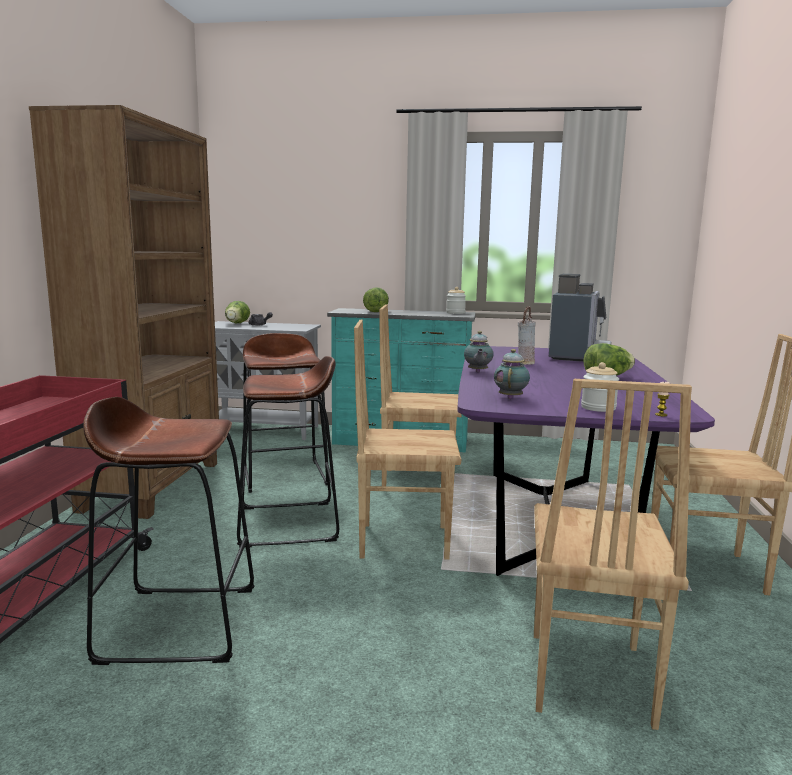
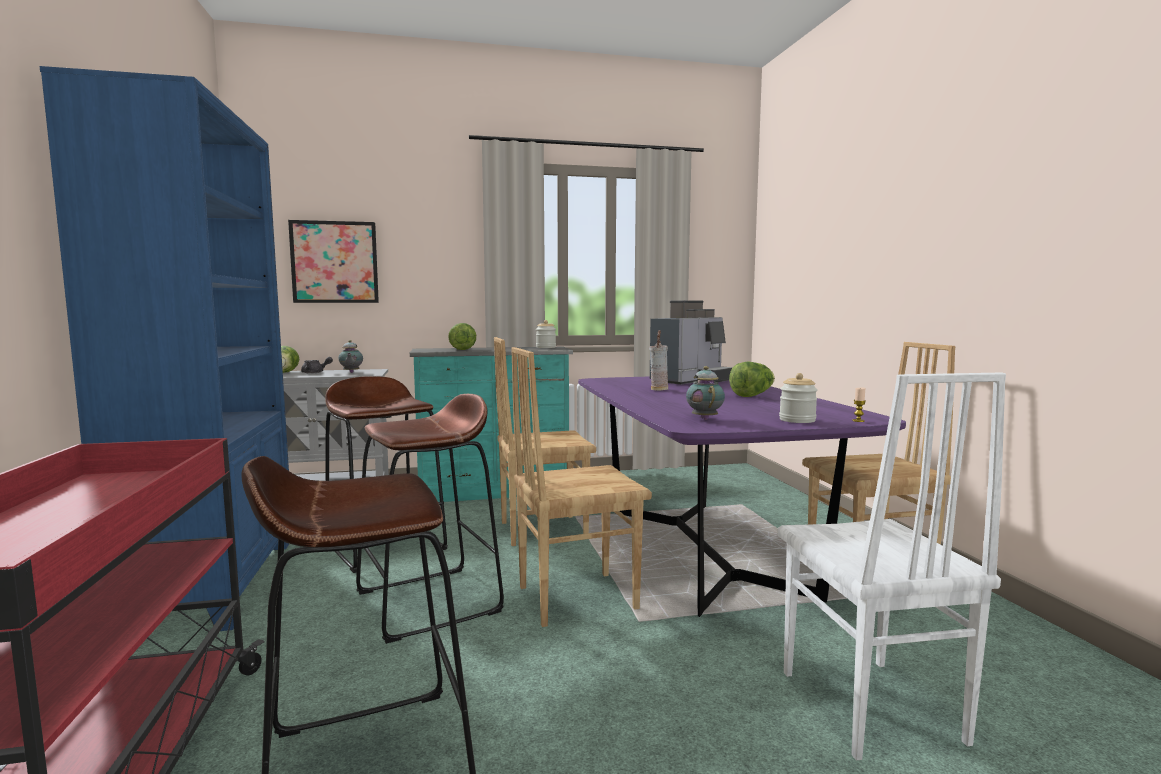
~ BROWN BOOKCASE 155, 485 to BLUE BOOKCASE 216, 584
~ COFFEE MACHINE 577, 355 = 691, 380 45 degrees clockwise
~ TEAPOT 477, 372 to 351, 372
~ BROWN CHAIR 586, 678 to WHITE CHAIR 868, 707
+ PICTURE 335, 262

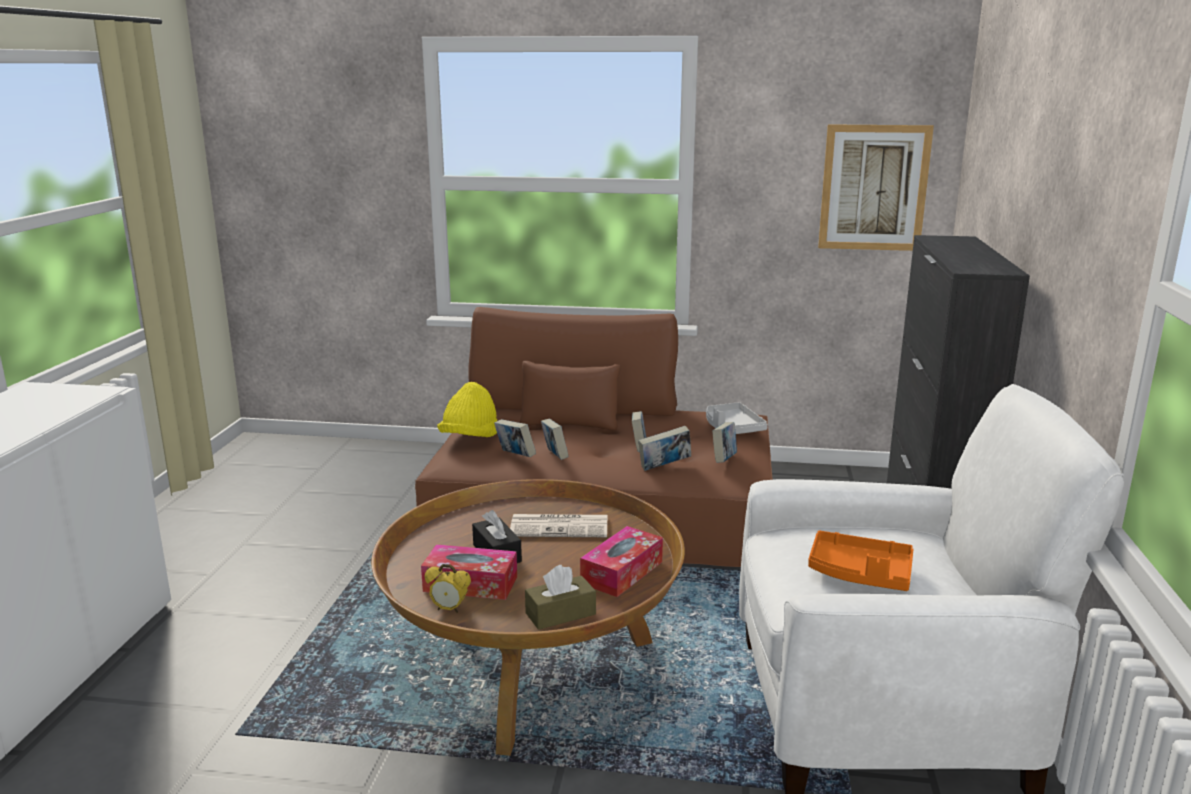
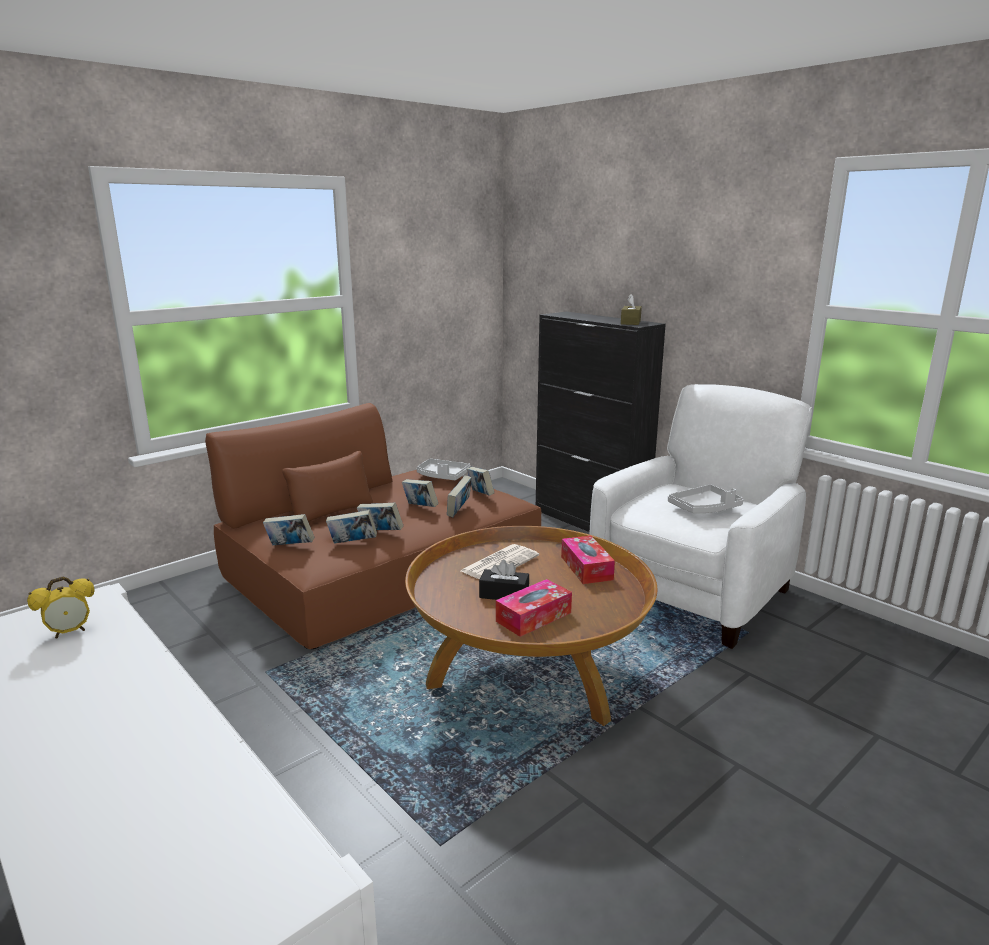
- PICTURE 873, 188
~ YELLOW HAT 470, 439 to BOOK 290, 546
~ ORANGE TRAY 860, 574 to GREY TRAY 704, 508
~ ALARM CLOCK 449, 609 to 69, 632
~ BROWN TISSUE BOX 560, 614 to 630, 322

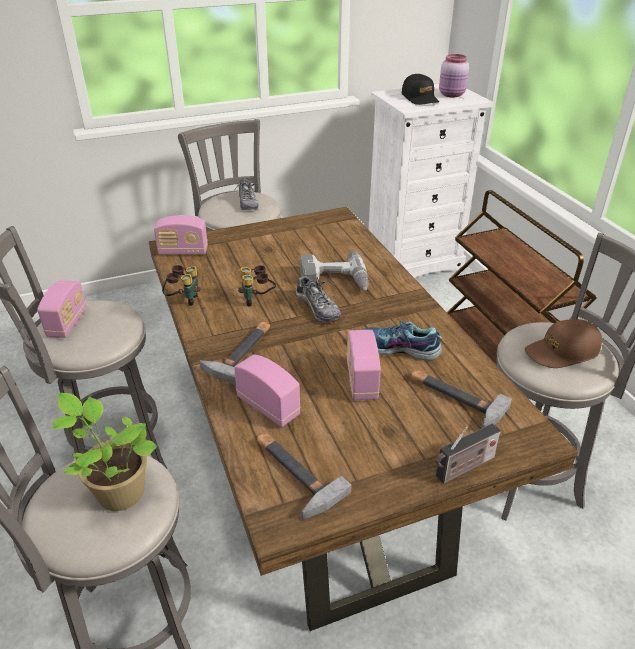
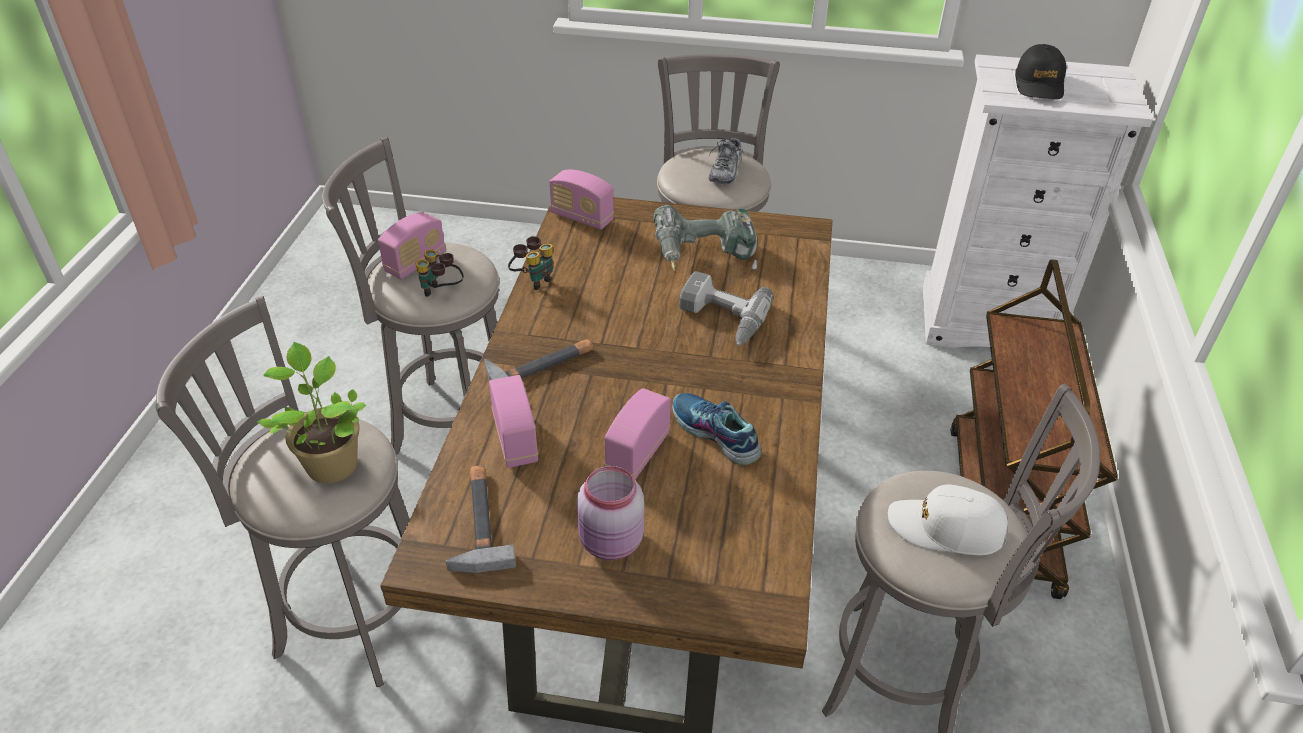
~ PINK JAR 452, 95 to 611, 543
~ BINOCULARS 258, 300 to 442, 293
- SHOE 318, 308
~ BROWN CAP 562, 352 to WHITE CAP 945, 528
- HAMMER 454, 399
- RADIO 463, 468
+ POWER DRILL 704, 258

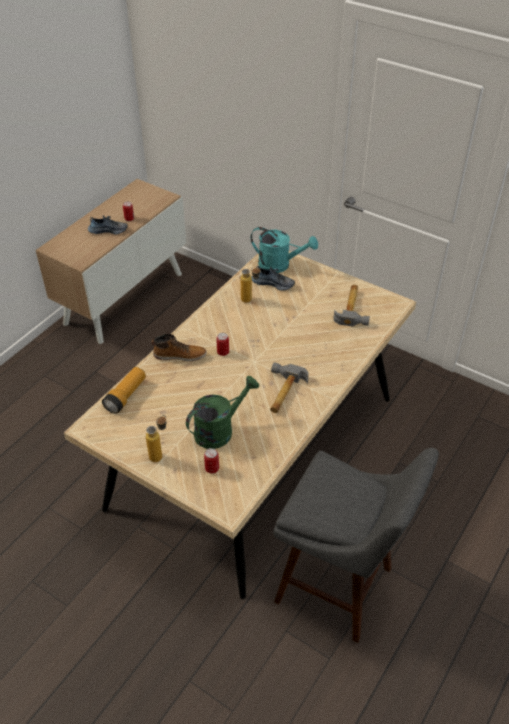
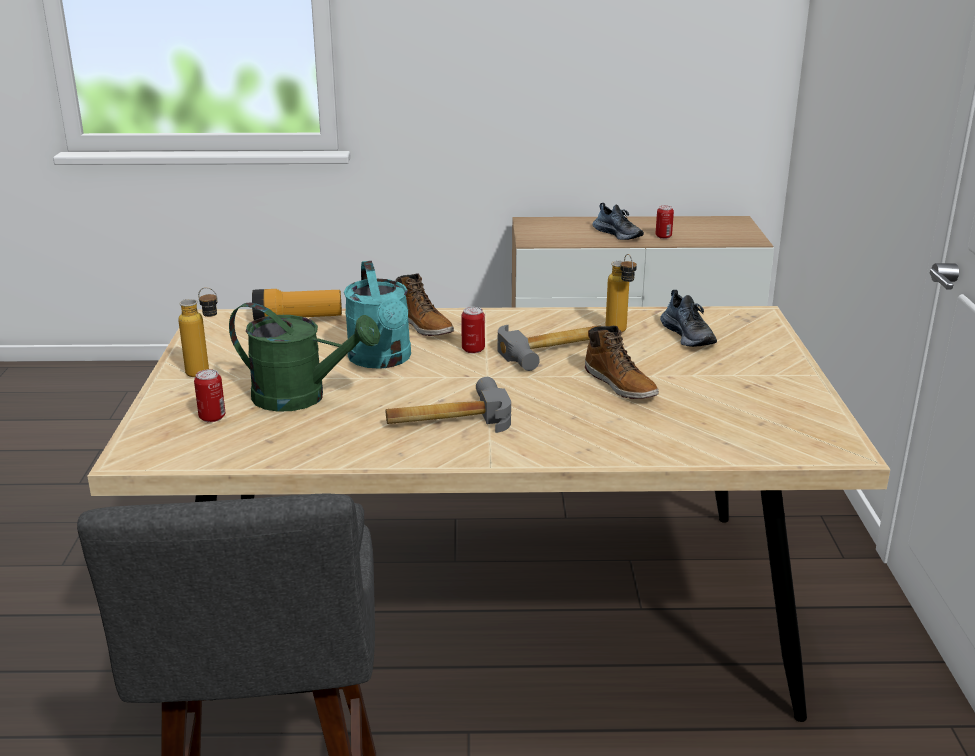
~ TURQUOISE WATERING CAN 280, 265 to 382, 360
~ HAMMER 353, 308 to 554, 351
+ BOOT 621, 384

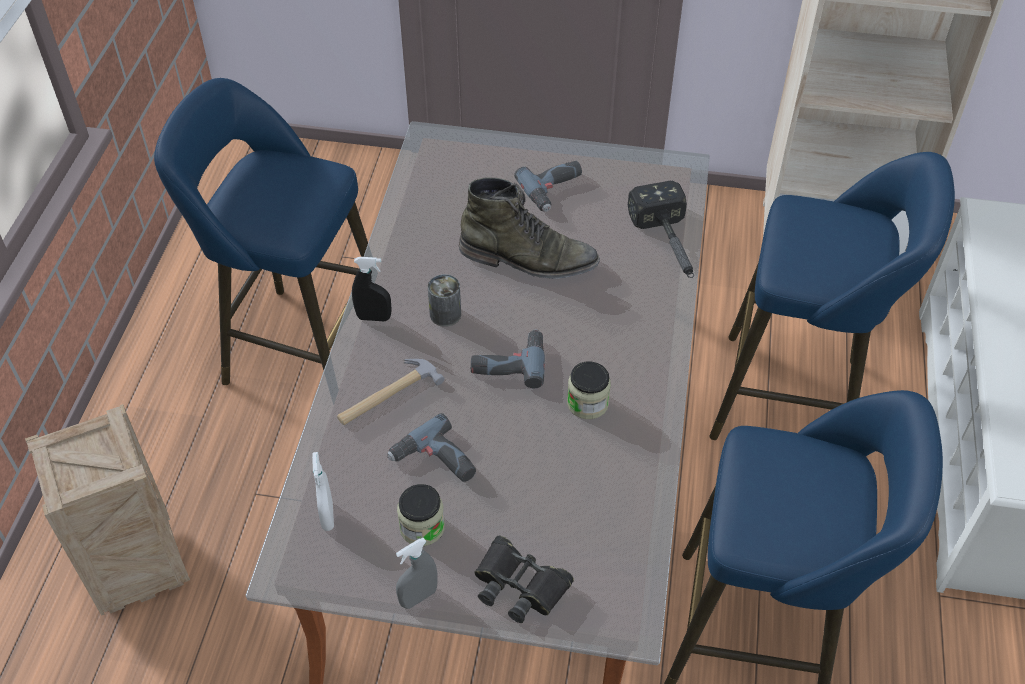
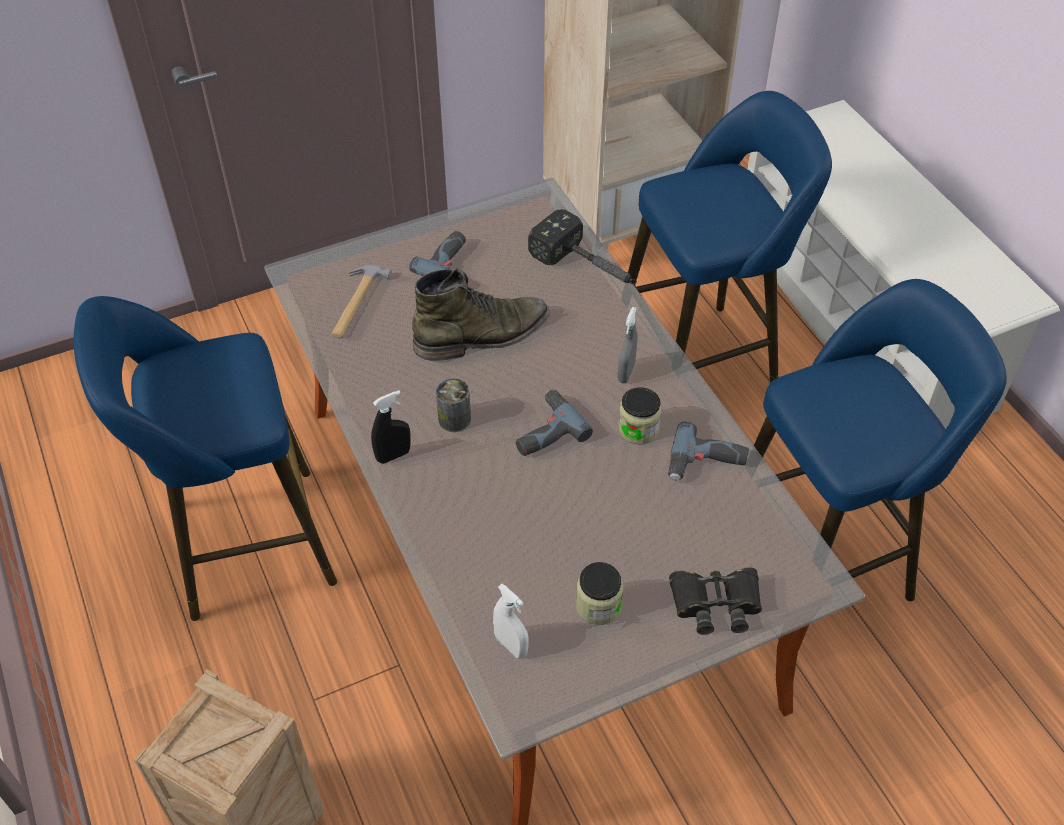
~ HAMMER 387, 395 to 355, 303
~ POWER DRILL 434, 463 to 706, 465
~ GREY SPRAY BOTTLE 418, 597 to 626, 373

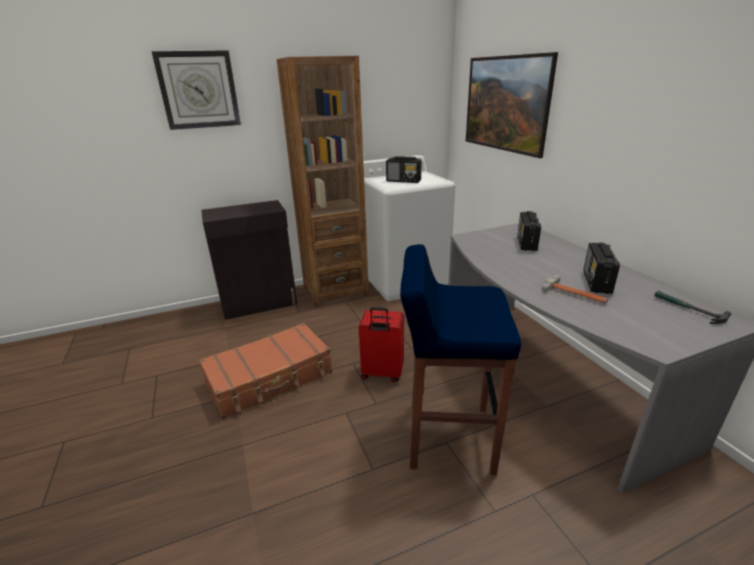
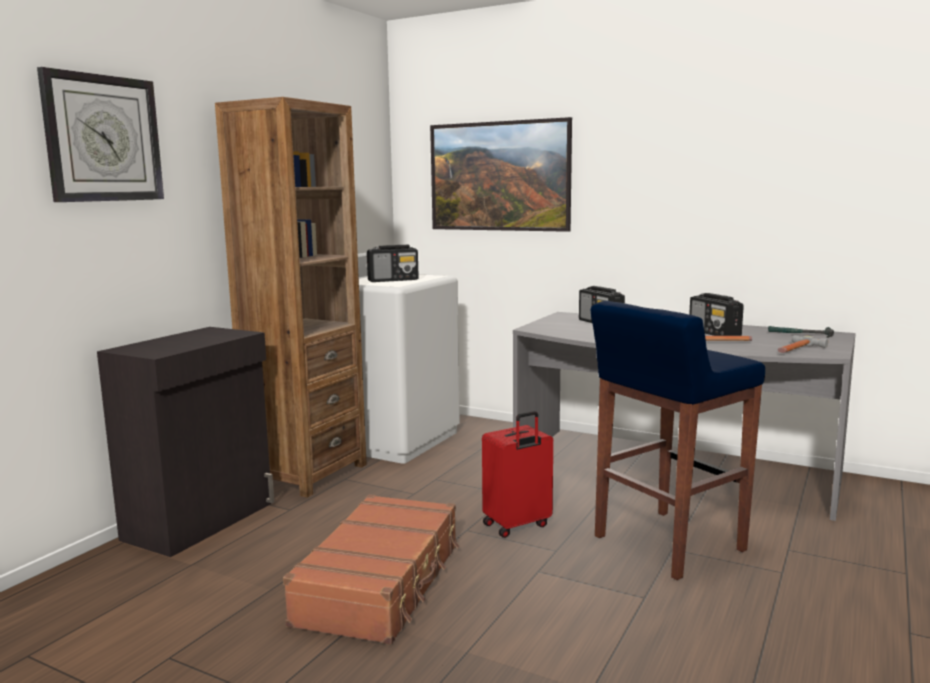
+ HAMMER 796, 350

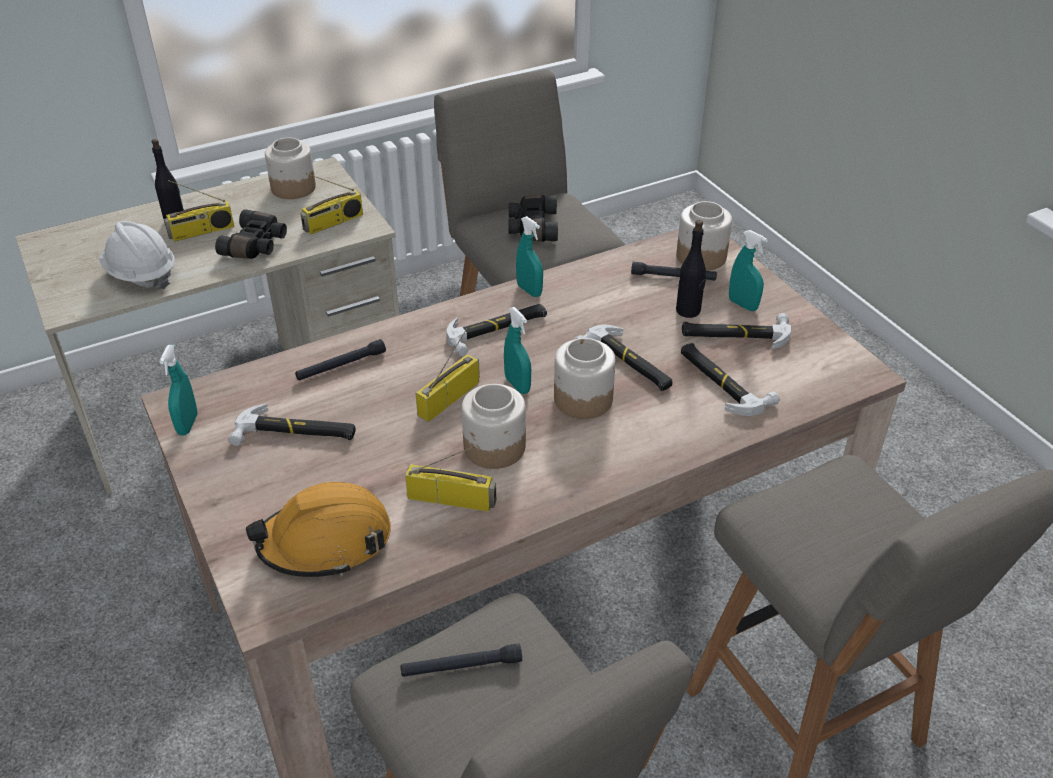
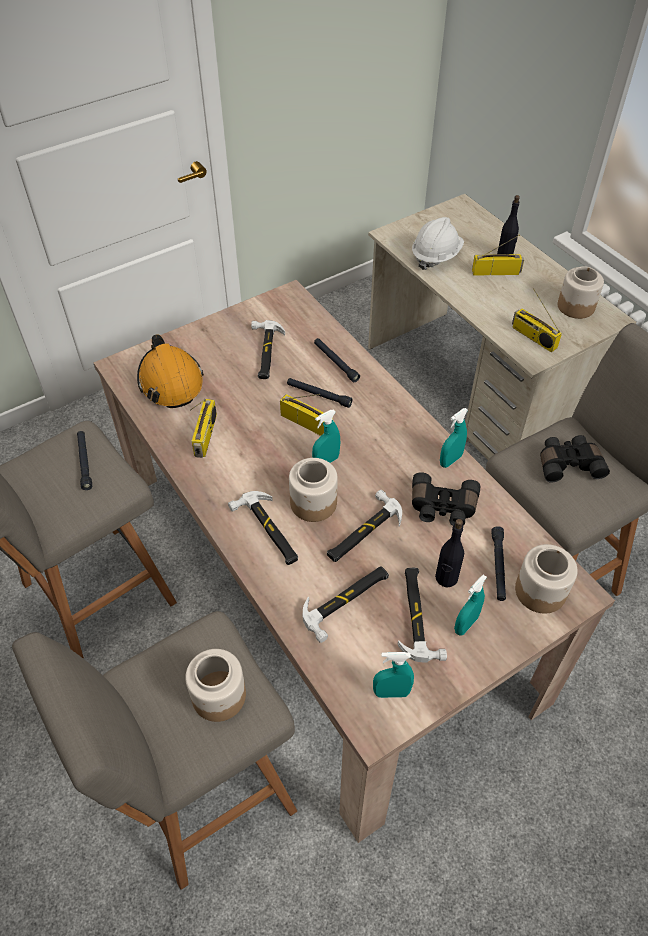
~ RADIO 201, 232 = 496, 272 120 degrees clockwise
~ BLACK BINOCULARS 256, 245 to 442, 508
~ HAMMER 497, 329 to 268, 530
~ TURQUOISE SPRAY BOTTLE 187, 424 to 391, 693
~ JAR 494, 448 to 218, 696
+ BLACK FLASHLIGHT 319, 395

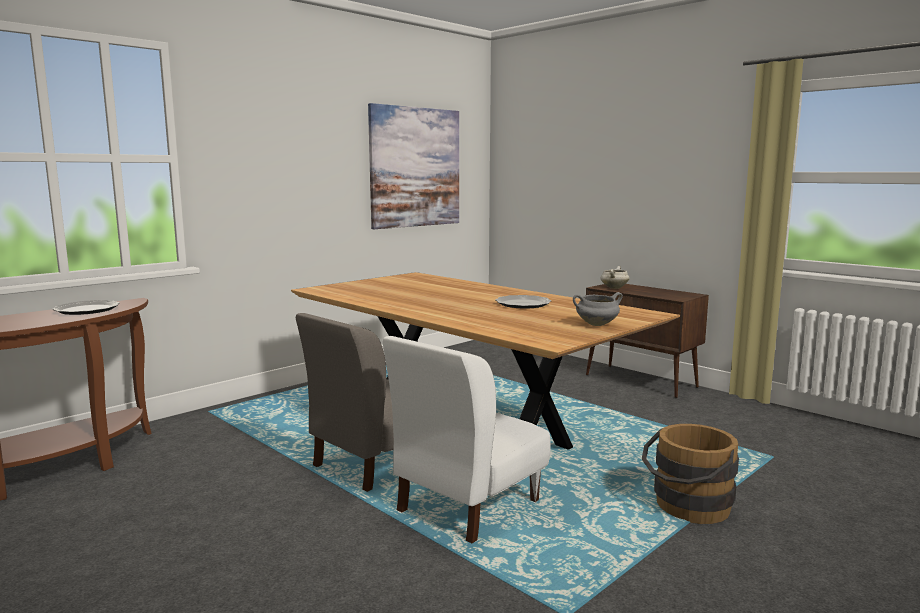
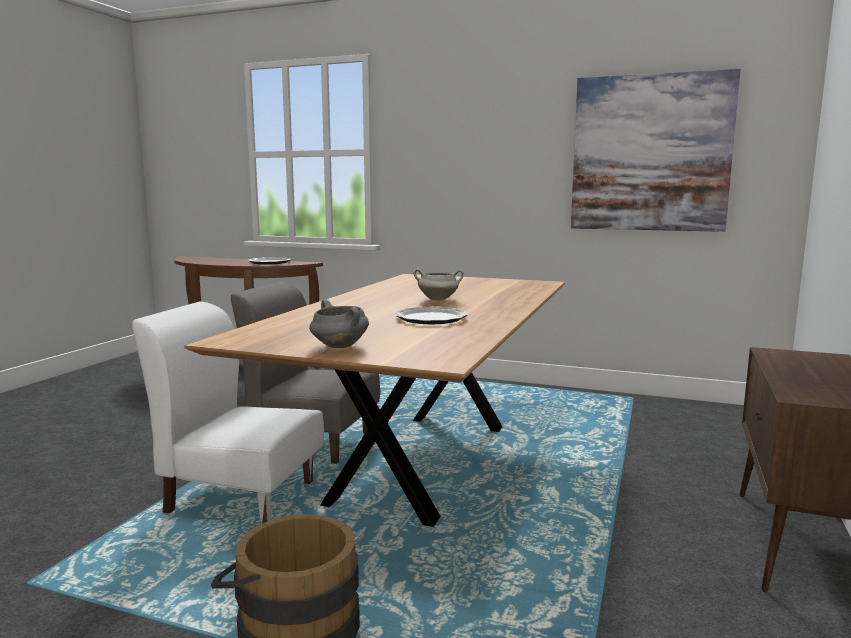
~ WHITE COOKING POT 614, 288 to 438, 299

